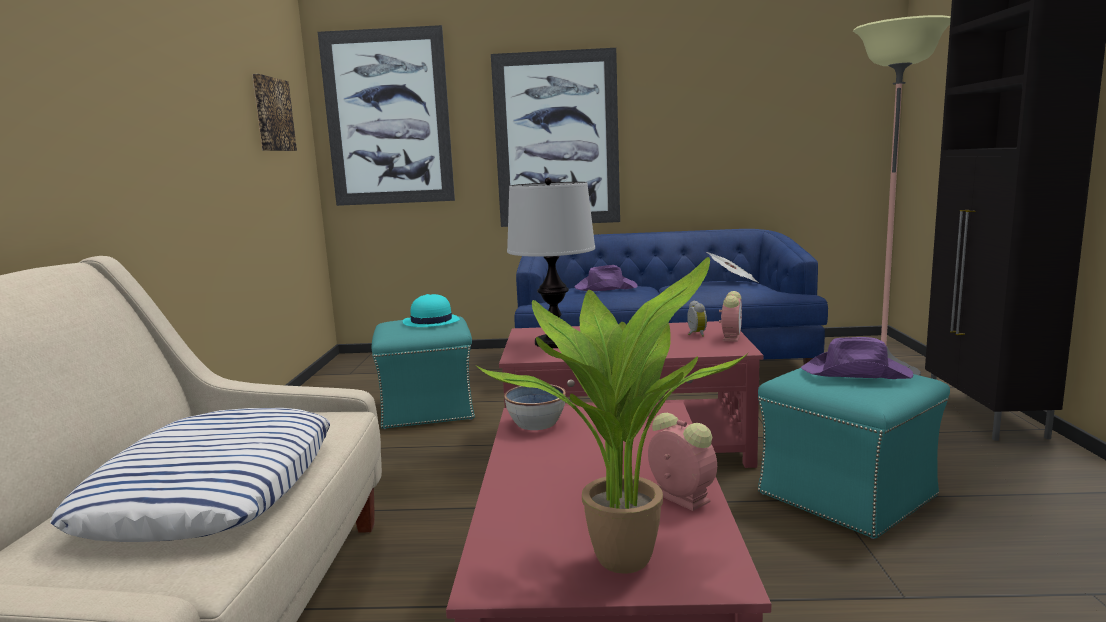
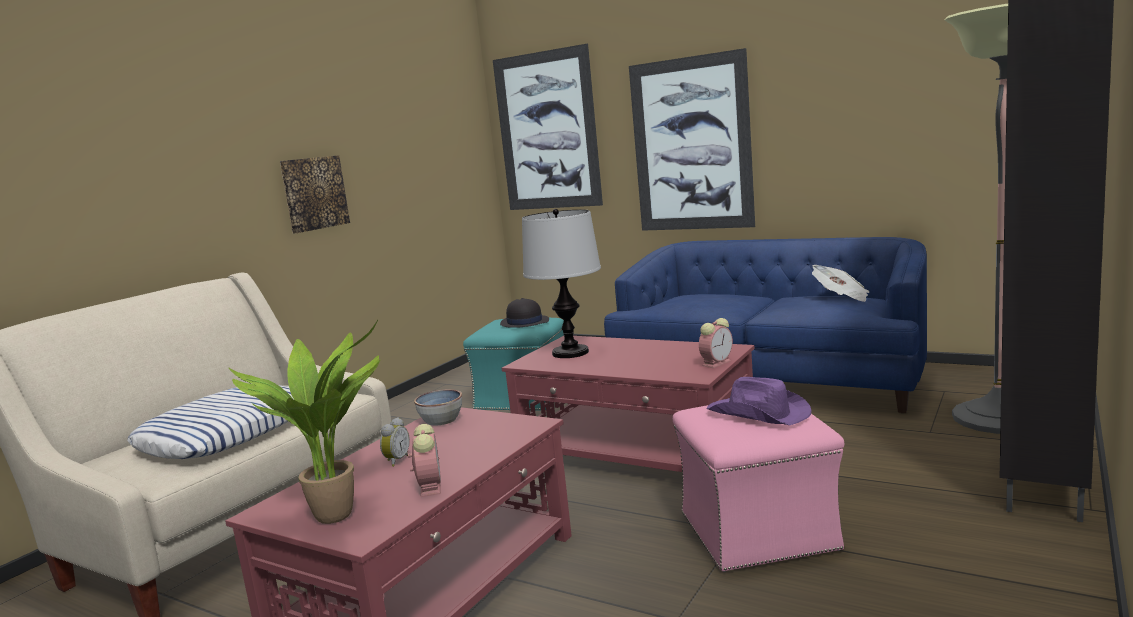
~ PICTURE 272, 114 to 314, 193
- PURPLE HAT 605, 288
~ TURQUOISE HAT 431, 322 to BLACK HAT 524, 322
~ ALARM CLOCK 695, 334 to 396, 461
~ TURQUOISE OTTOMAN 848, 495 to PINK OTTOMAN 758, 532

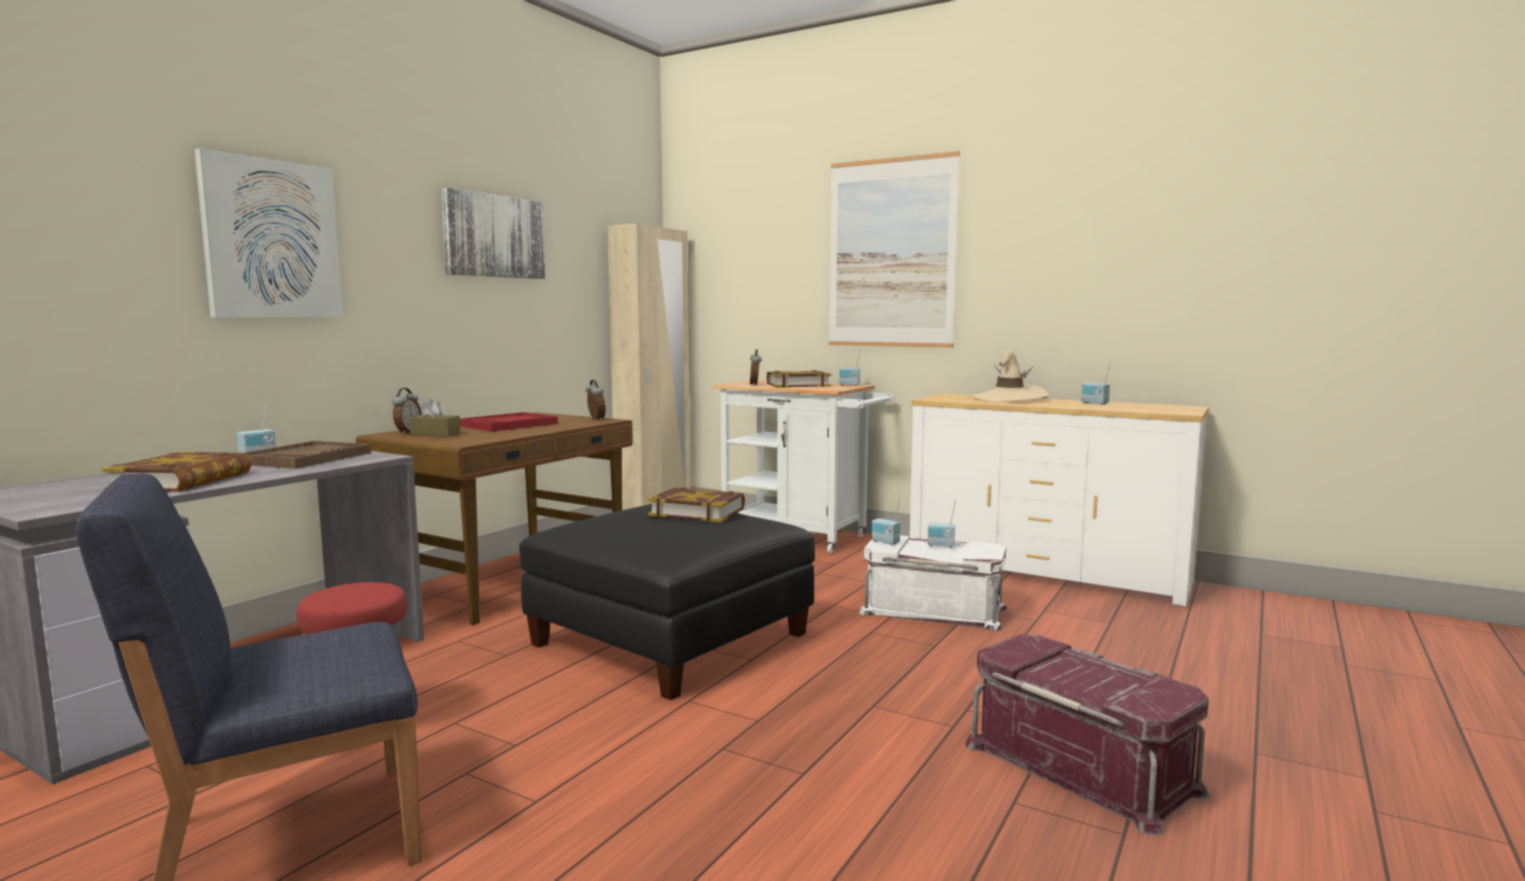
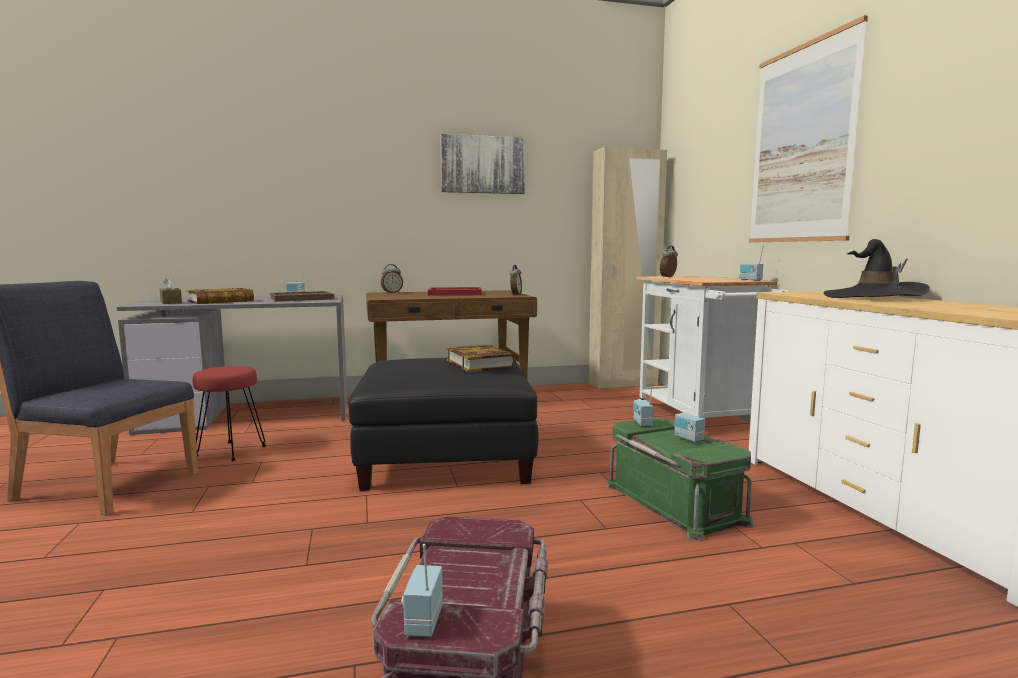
- PICTURE 271, 239
~ BEIGE HAT 1008, 399 to BLACK HAT 873, 297
~ RADIO 1094, 403 to 421, 621
- BOOK 798, 385
~ BROWN TISSUE BOX 435, 434 to 171, 302
~ WHITE STORAGE BOX 933, 610 to GREEN STORAGE BOX 676, 503

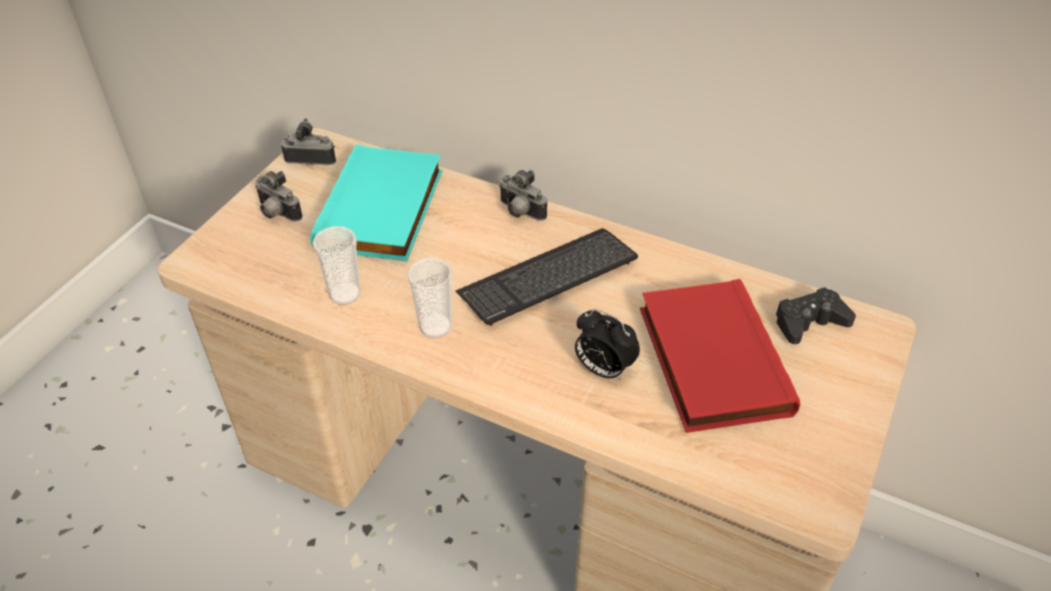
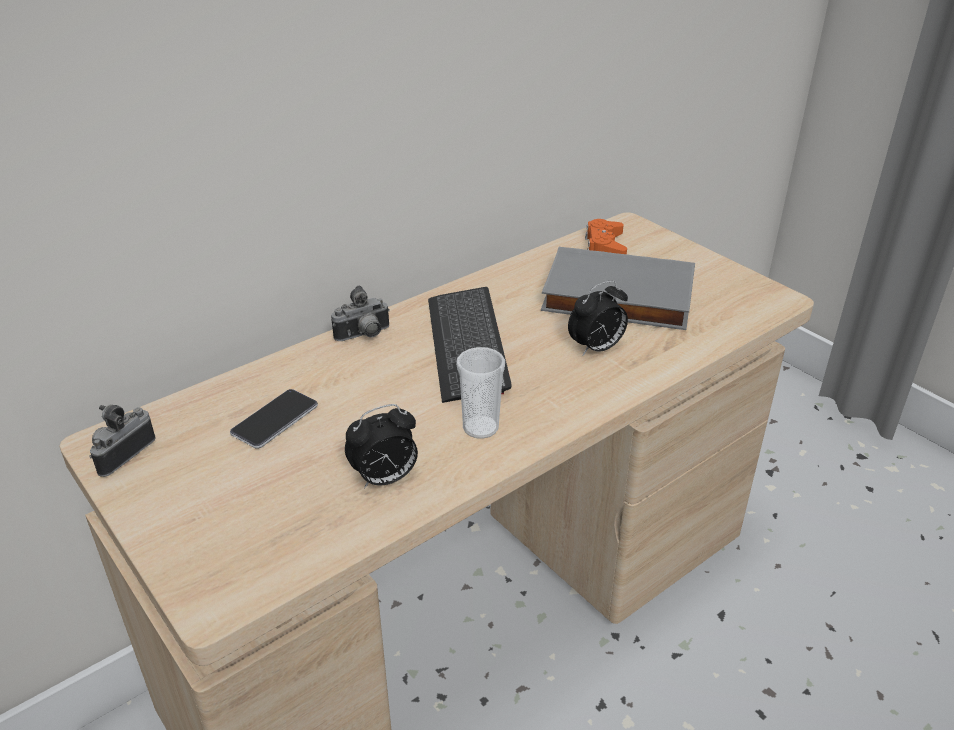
~ TURQUOISE BOOK 383, 210 to PHONE 275, 420
- PHOTO CAMERA 277, 213
~ CUP 345, 294 to ALARM CLOCK 384, 479
~ RED BOOK 709, 360 to GREY BOOK 616, 298
~ BLACK GAME CONTROLLER 809, 322 to ORANGE GAME CONTROLLER 604, 247

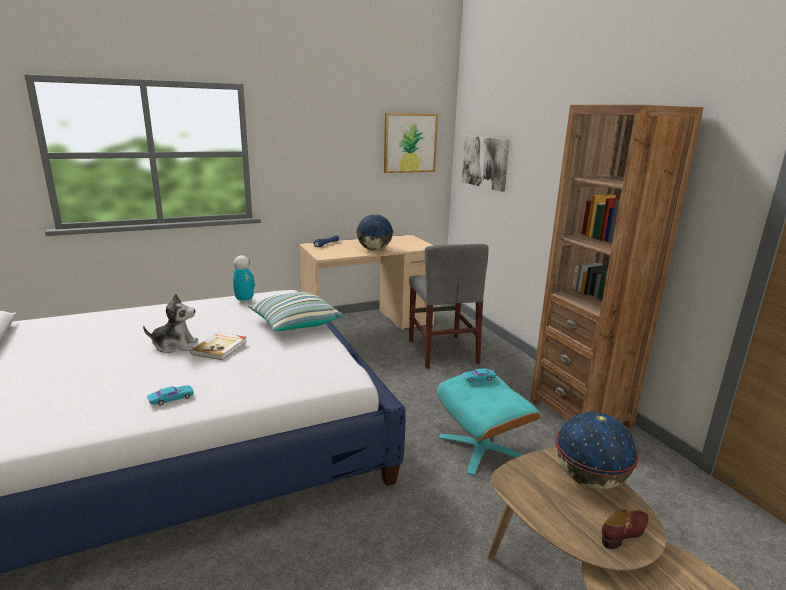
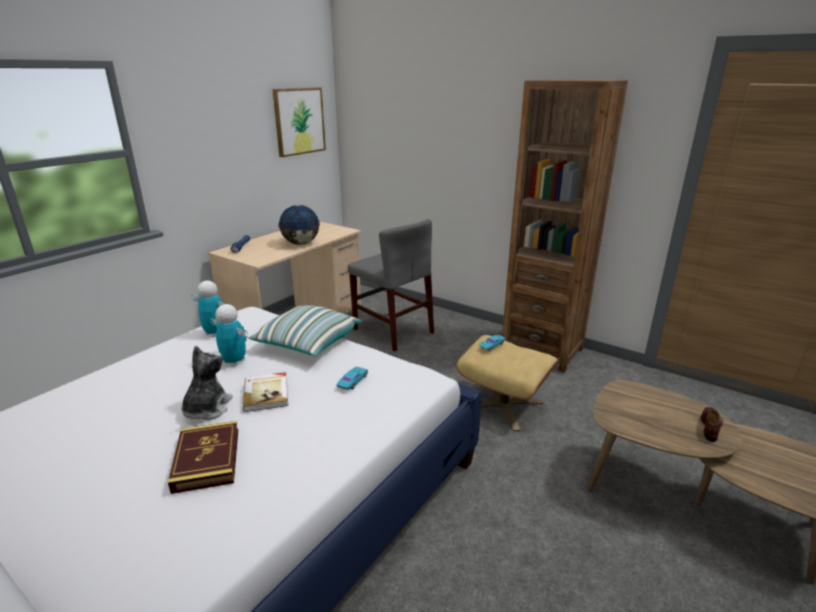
- PICTURE 485, 162
~ PLUSH TOY 175, 346 = 207, 409 45 degrees counterclockwise
~ TURQUOISE OTTOMAN 482, 447 to BEIGE OTTOMAN 503, 405
~ TURQUOISE TOY CAR 171, 398 to 352, 381
- GLOBE 589, 479
+ TOY ROBOT 234, 361
+ BOOK 207, 459

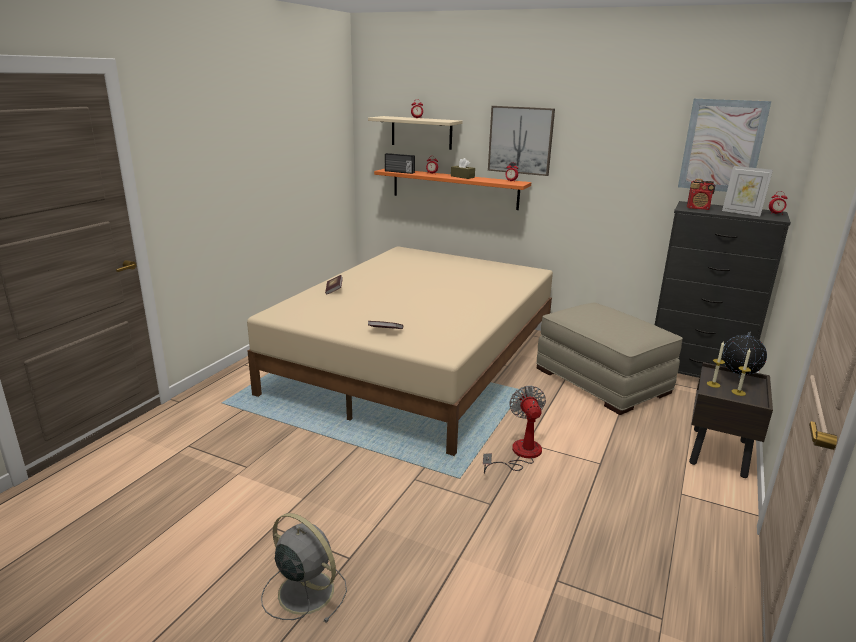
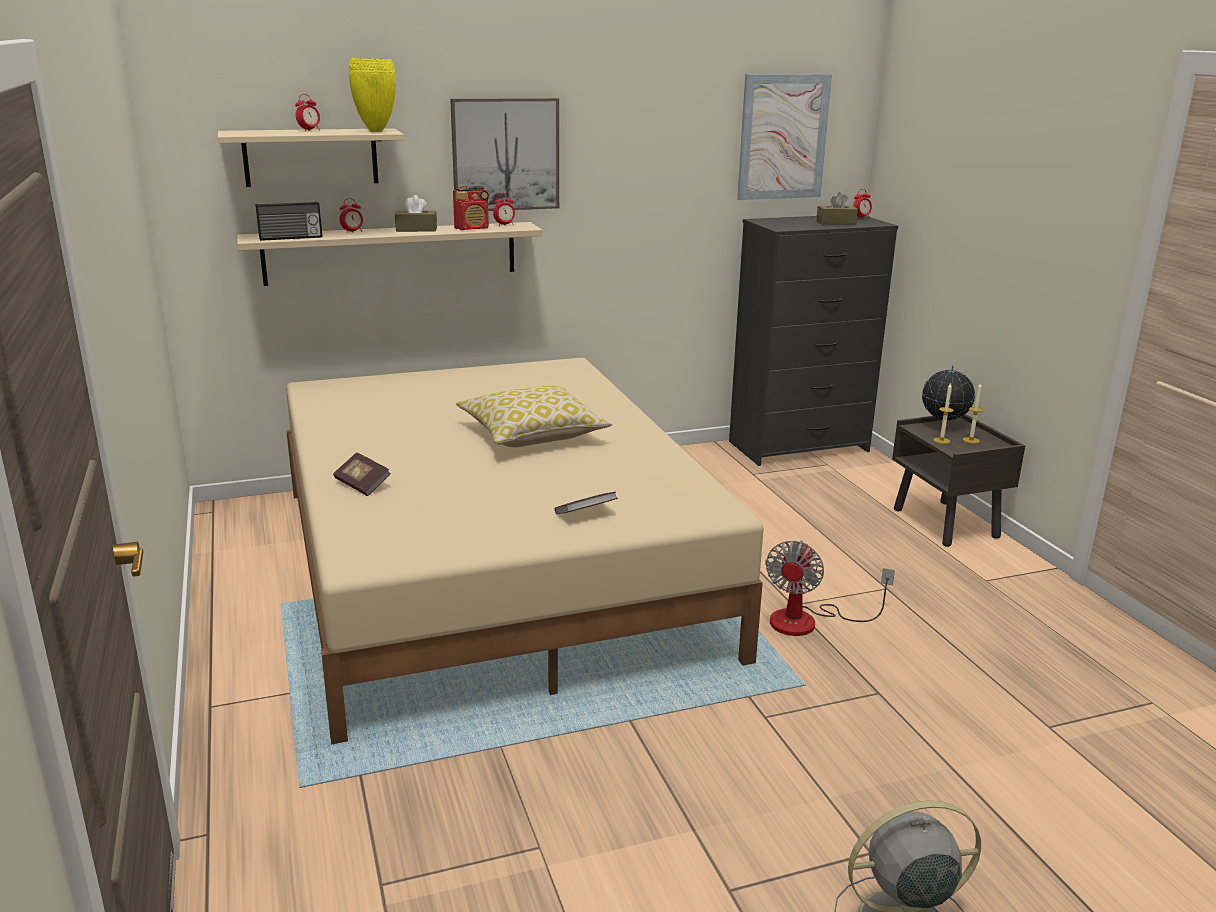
~ PICTURE FRAME 741, 213 to BROWN TISSUE BOX 836, 223
~ ORANGE SHELF 454, 188 to BEIGE SHELF 391, 253
~ RADIO 698, 208 to 472, 228
- BEIGE OTTOMAN 601, 380
~ FAN 519, 454 = 808, 621 105 degrees counterclockwise
+ YELLOW VASE 376, 131
+ PILLOW 532, 435

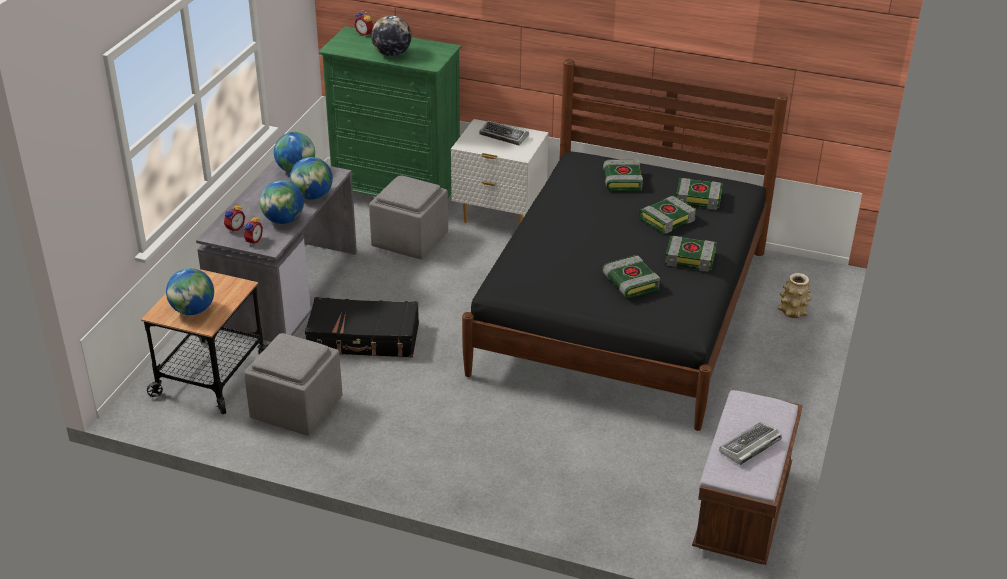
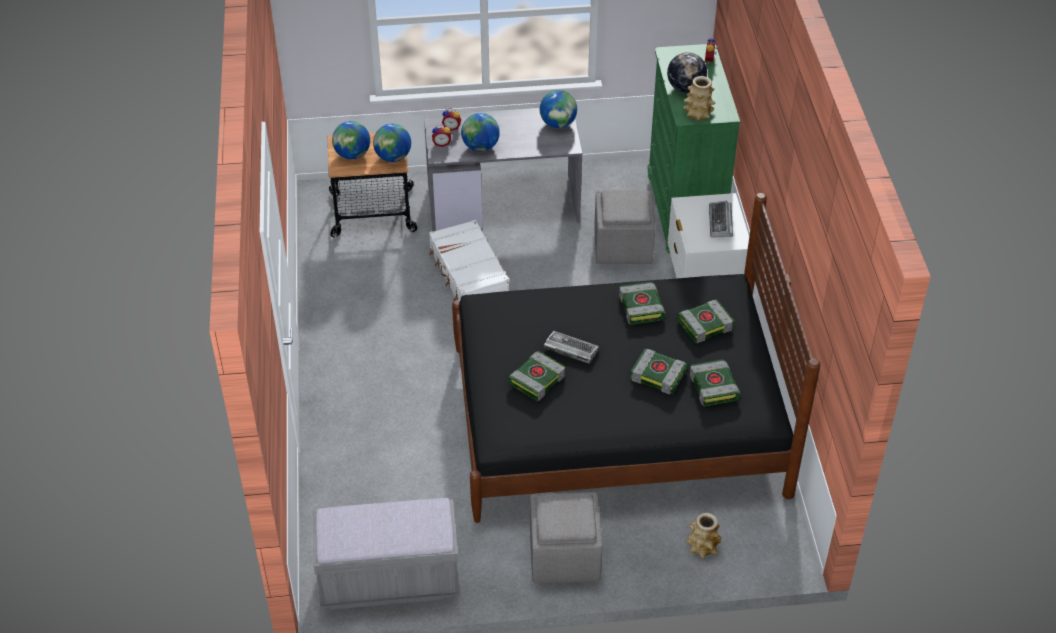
~ GLOBE 313, 196 to 393, 157
~ BOOK 691, 258 to 642, 308
~ BLACK SUITCASE 364, 339 to WHITE SUITCASE 468, 273
~ GREY OTTOMAN 296, 408 to 565, 555
~ BROWN BENCH 742, 510 to GREY BENCH 389, 580
~ KEYBOARD 749, 447 to 570, 349
+ VASE 698, 114

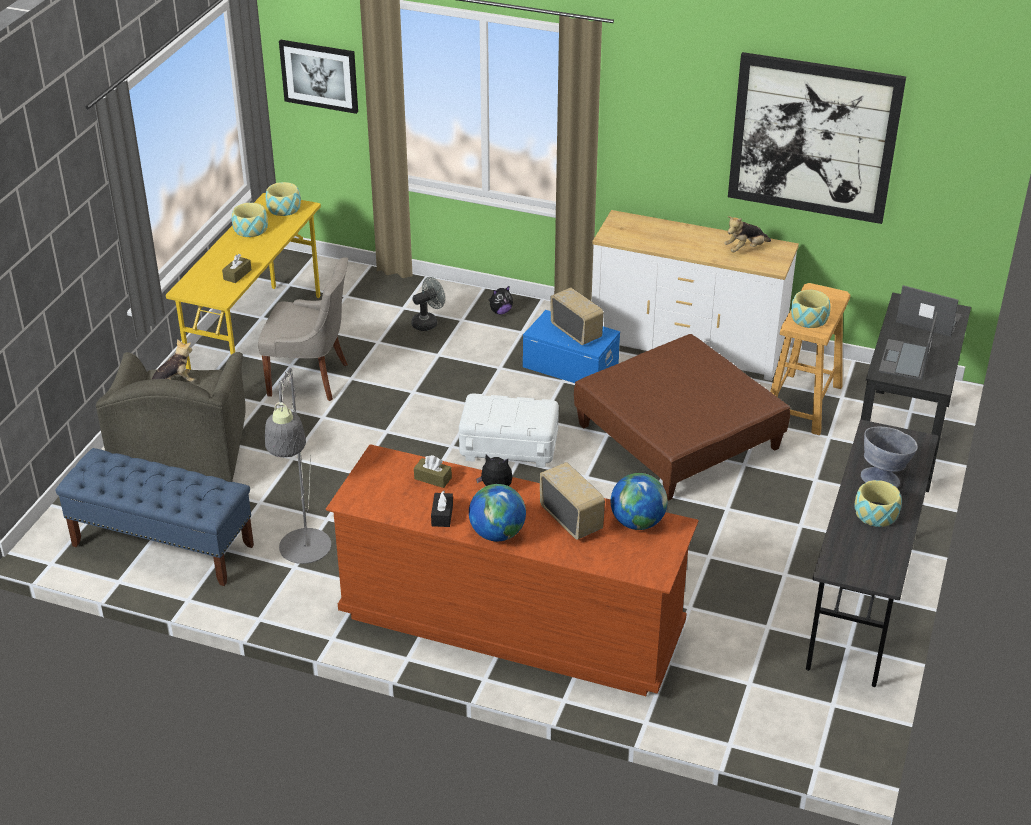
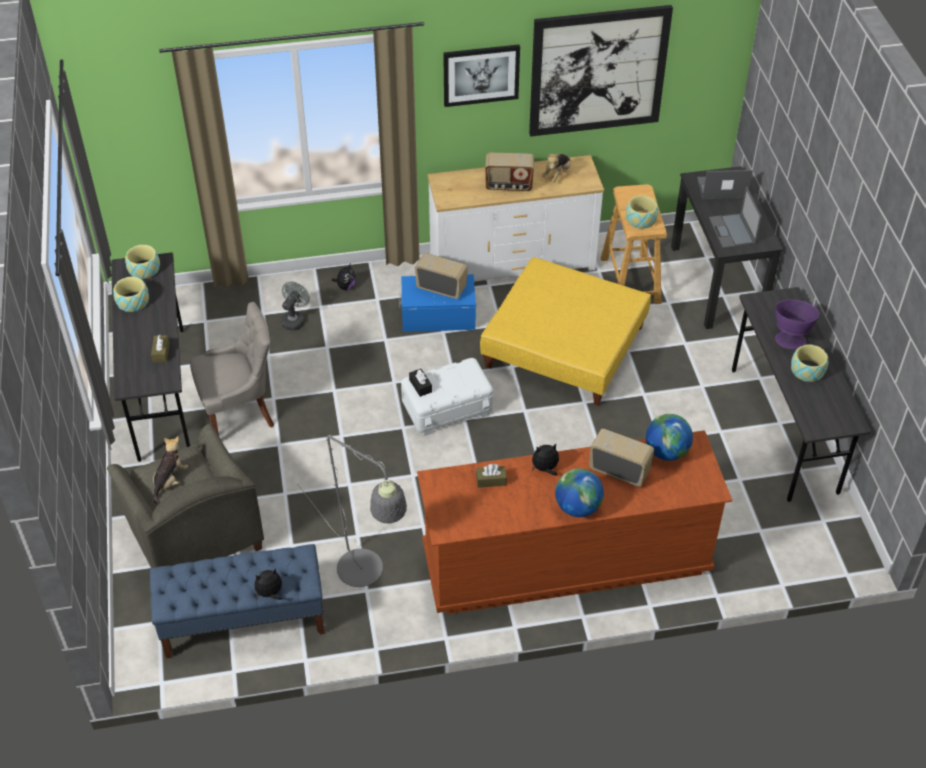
~ PICTURE 319, 75 to 481, 74
~ YELLOW DESK 256, 338 to GREY DESK 161, 392
~ BROWN OTTOMAN 678, 436 to YELLOW OTTOMAN 564, 346
~ GREY BOWL 883, 477 to PURPLE BOWL 790, 338
~ BLACK TISSUE BOX 442, 515 to 420, 386
+ RADIO 509, 185
+ PLUSH TOY 270, 593

